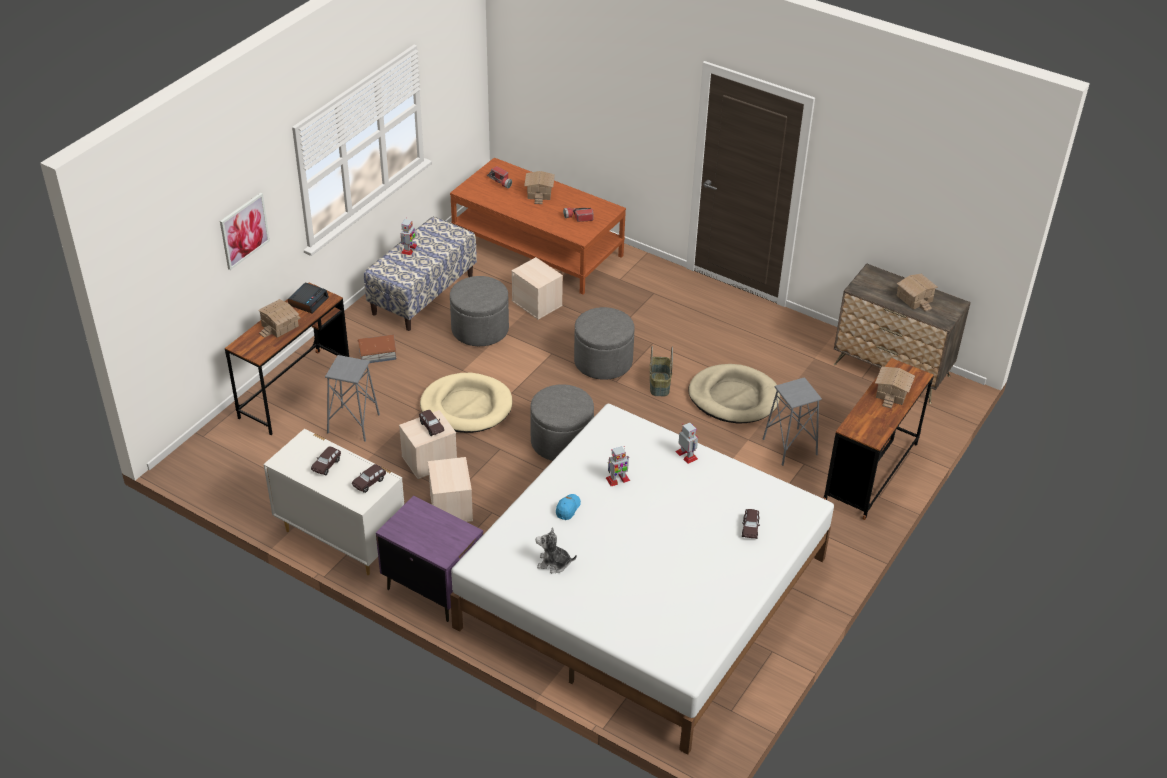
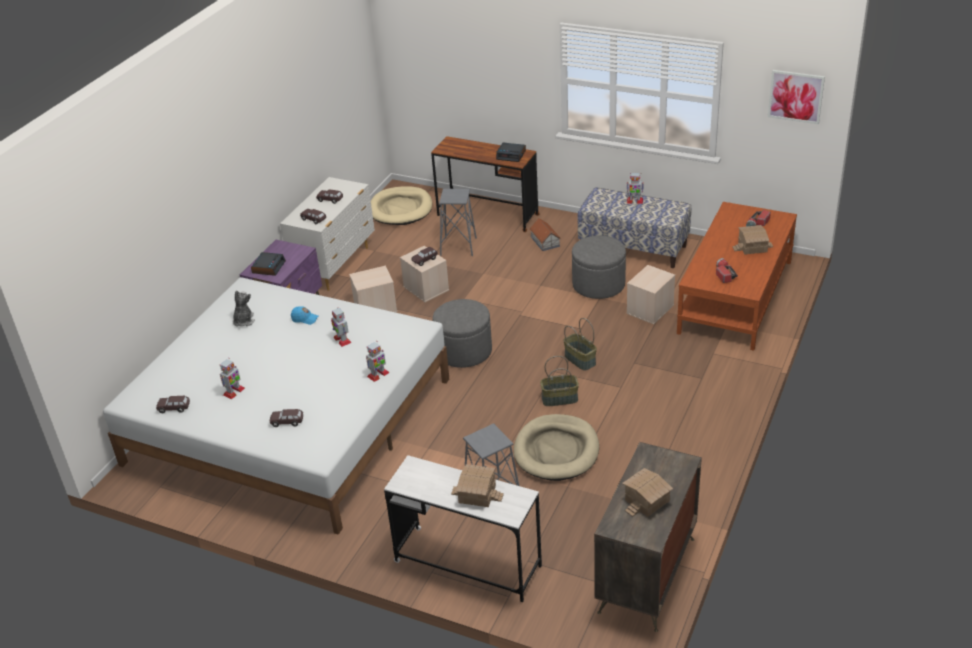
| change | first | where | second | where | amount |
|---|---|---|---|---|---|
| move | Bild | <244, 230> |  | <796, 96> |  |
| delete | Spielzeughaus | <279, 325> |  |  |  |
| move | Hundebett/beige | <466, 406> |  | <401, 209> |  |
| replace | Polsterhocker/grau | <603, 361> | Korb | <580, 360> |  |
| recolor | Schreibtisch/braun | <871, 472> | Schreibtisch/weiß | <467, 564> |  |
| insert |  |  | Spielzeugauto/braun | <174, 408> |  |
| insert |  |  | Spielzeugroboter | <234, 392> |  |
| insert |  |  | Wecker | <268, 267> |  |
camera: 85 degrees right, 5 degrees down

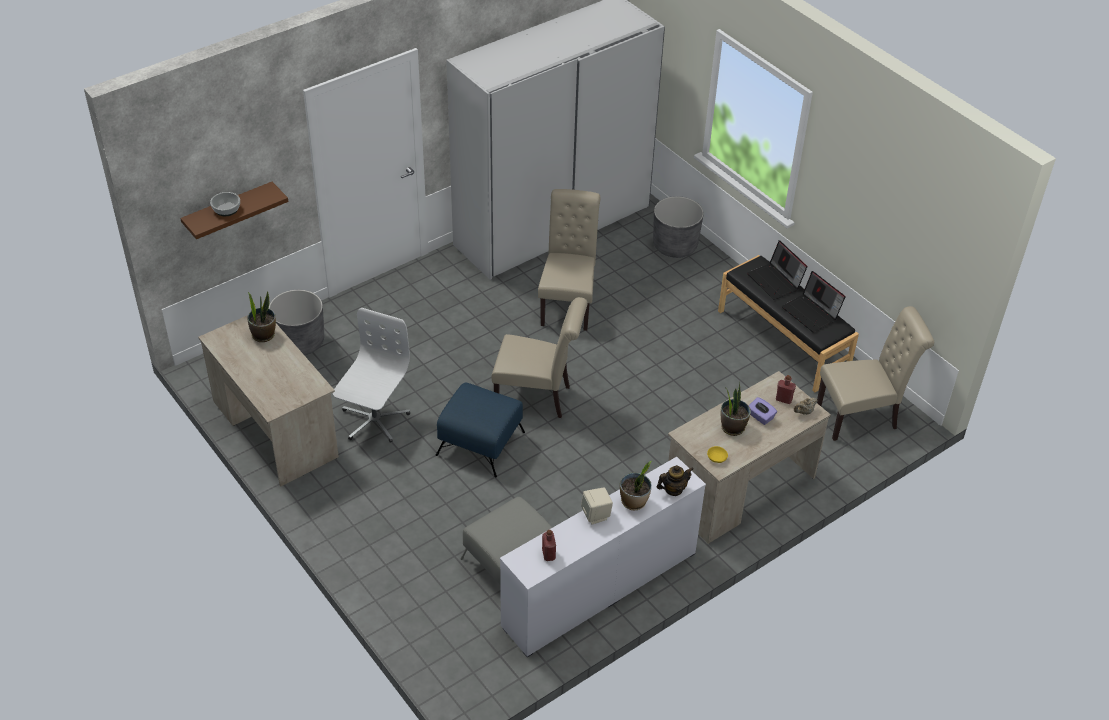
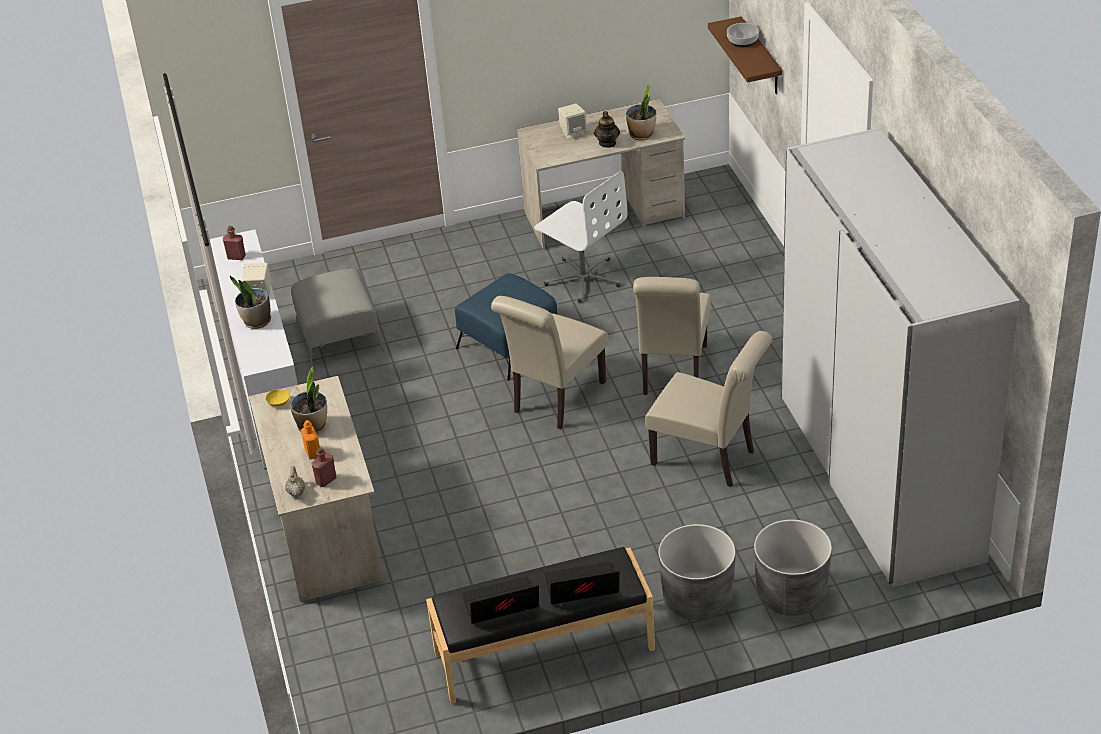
| change | first | where | second | where | amount |
|---|---|---|---|---|---|
| move | Pflanzkübel/grau | <300, 342> |  | <697, 599> |  |
| move | Teekanne | <673, 489> |  | <607, 143> |  |
| replace | Taschentuchbox/lila | <760, 417> | Flasche/orange | <313, 453> |  |
| move | Stuhl/beige | <861, 417> |  | <673, 373> |  |
| insert |  |  | Lautsprecher/beige | <573, 132> |  |
camera: 115 degrees right, 5 degrees down

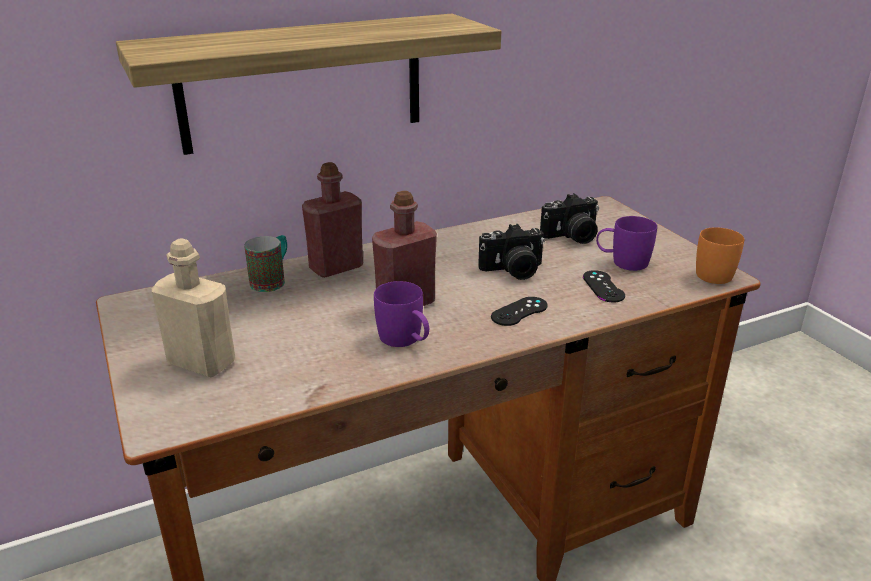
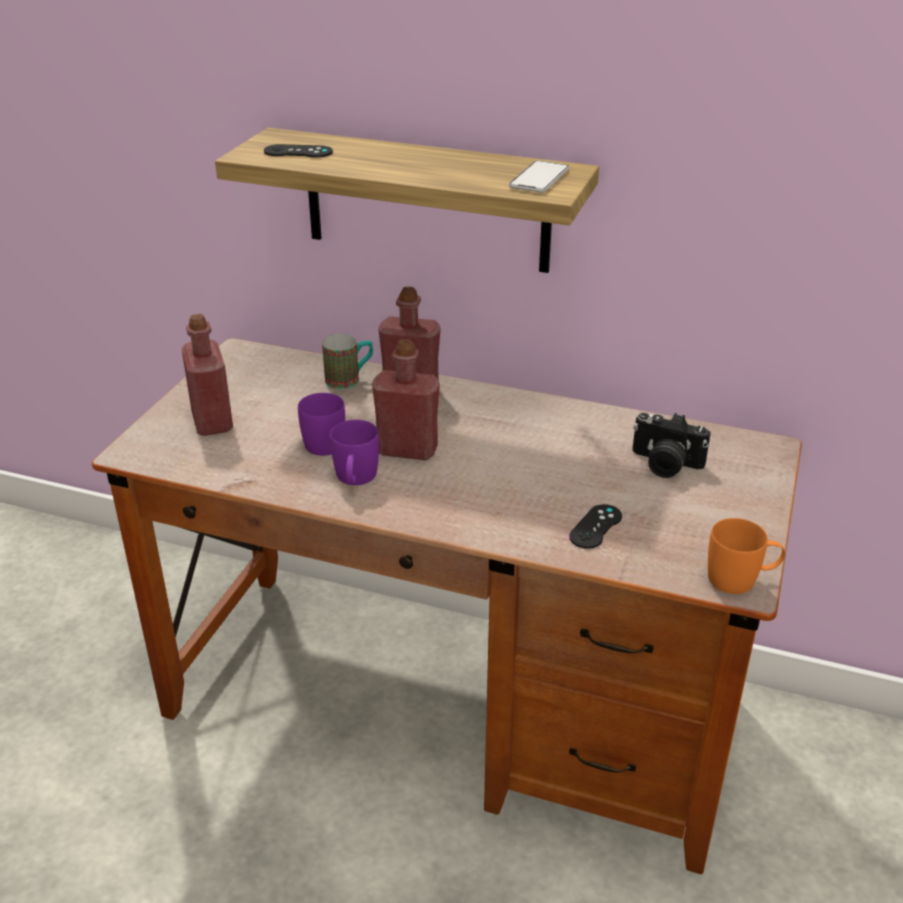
| change | first | where | second | where | amount |
|---|---|---|---|---|---|
| recolor | Flasche/beige | <202, 363> | Flasche/rot | <212, 421> |  |
| delete | Kamera | <513, 271> |  |  |  |
| move | Gamepad/schwarz | <519, 311> |  | <298, 152> |  |
| move | Henkelbecher/lila | <622, 262> |  | <320, 441> |  |
| insert |  |  | Handy | <539, 178> |  |
camera: 45 degrees right, 5 degrees up

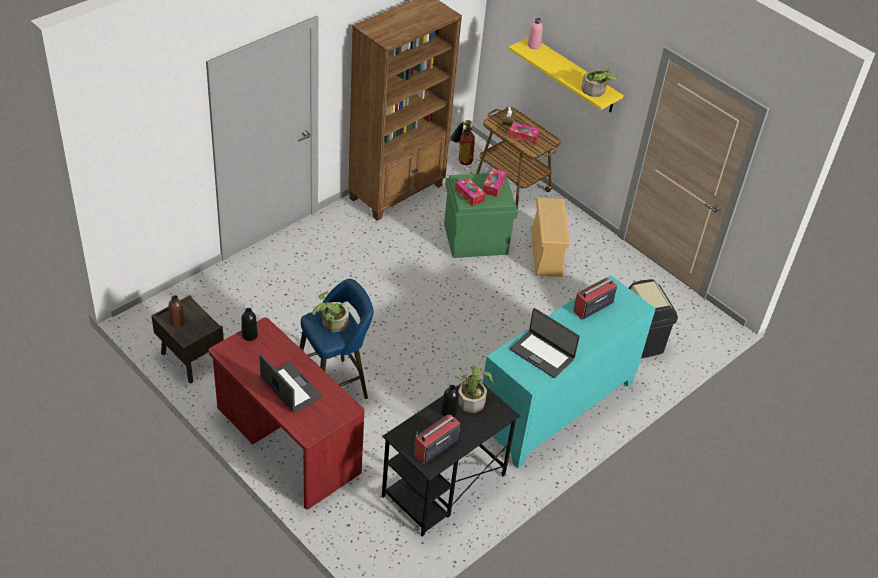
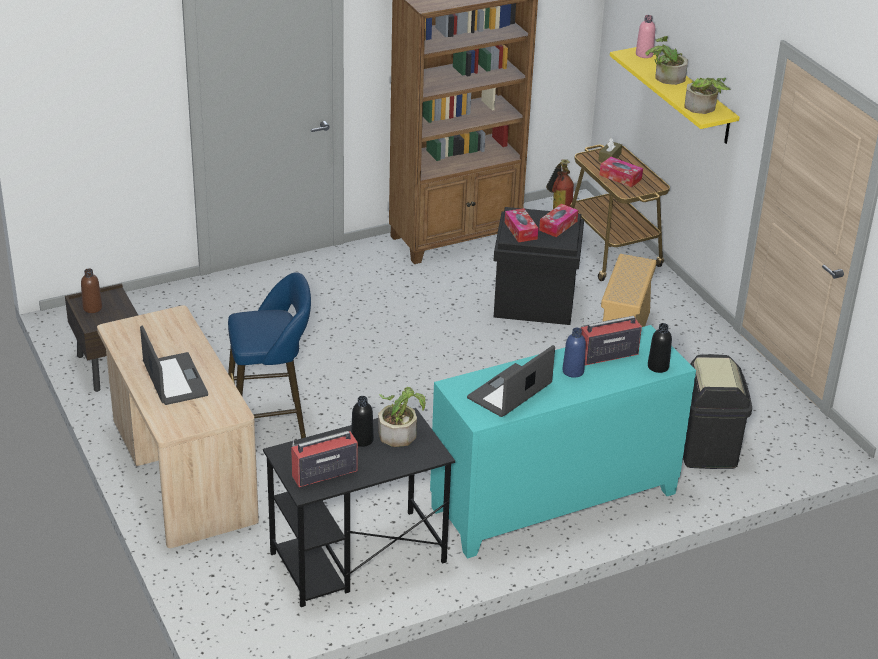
| change | first | where | second | where | amount |
|---|---|---|---|---|---|
| recolor | Schreibtisch/rot | <286, 442> | Schreibtisch/beige | <180, 473> |  |
| move | Flasche/schwarz | <249, 335> |  | <658, 366> |  |
| move | Topfpflanze | <331, 323> |  | <665, 77> |  |
| recolor | Aufbewahrungsbox/grün | <475, 239> | Aufbewahrungsbox/schwarz | <533, 302> |  |
| rotate | Laptop | <542, 354> |  | <510, 392> | 75 degrees clockwise |
| insert |  |  | Flasche/blau | <573, 371> |  |
camera: 20 degrees right, 10 degrees down

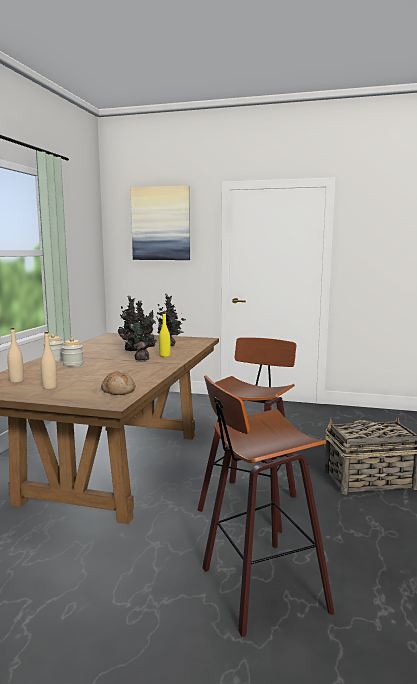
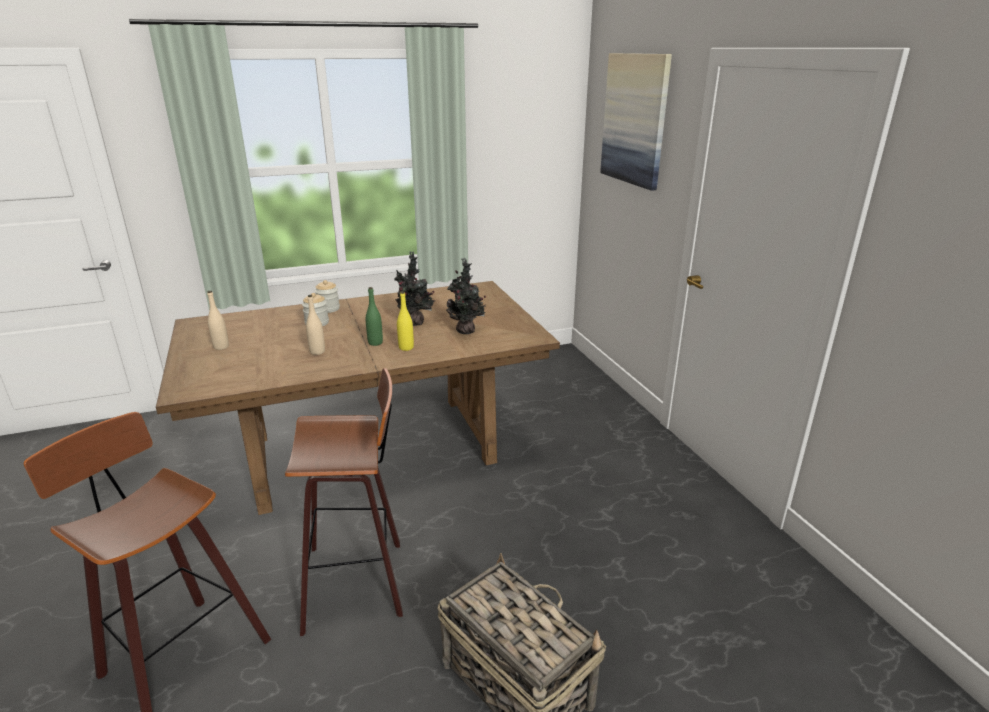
| change | first | where | second | where | amount |
|---|---|---|---|---|---|
| move | Flasche/beige | <16, 381> |  | <317, 352> |  |
| delete | Brot | <118, 391> |  |  |  |
| replace | Topfpflanze | <142, 359> | Flasche/grün | <375, 343> |  |
camera: 55 degrees right, 15 degrees up

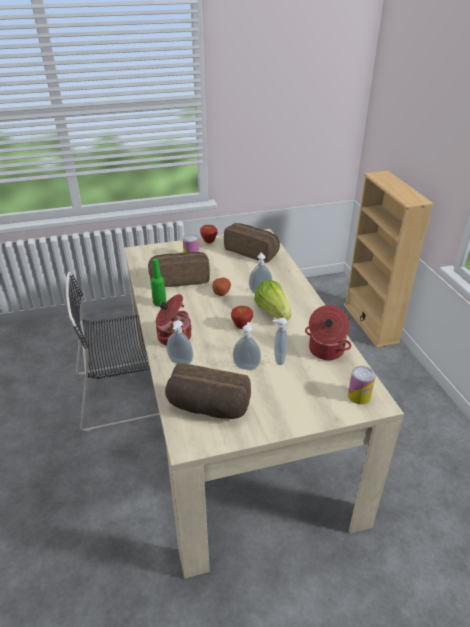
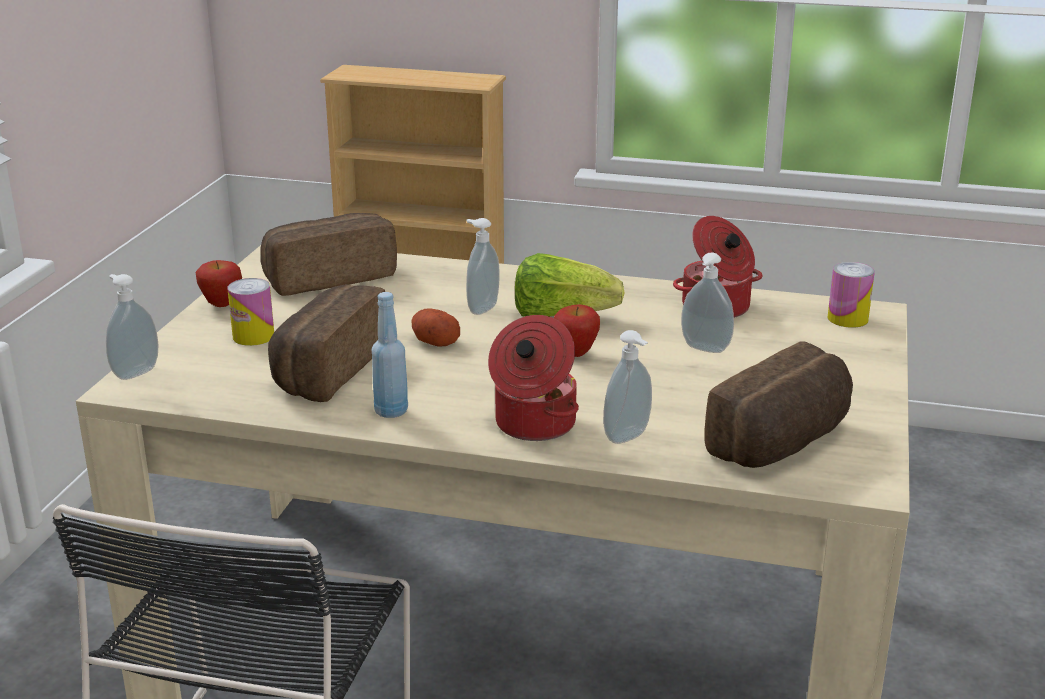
| change | first | where | second | where | amount |
|---|---|---|---|---|---|
| recolor | Flasche/grün | <159, 303> | Flasche/blau | <391, 411> |  |
| move | Seifenspender | <246, 366> |  | <134, 372> |  |
camera: 60 degrees left, 10 degrees down

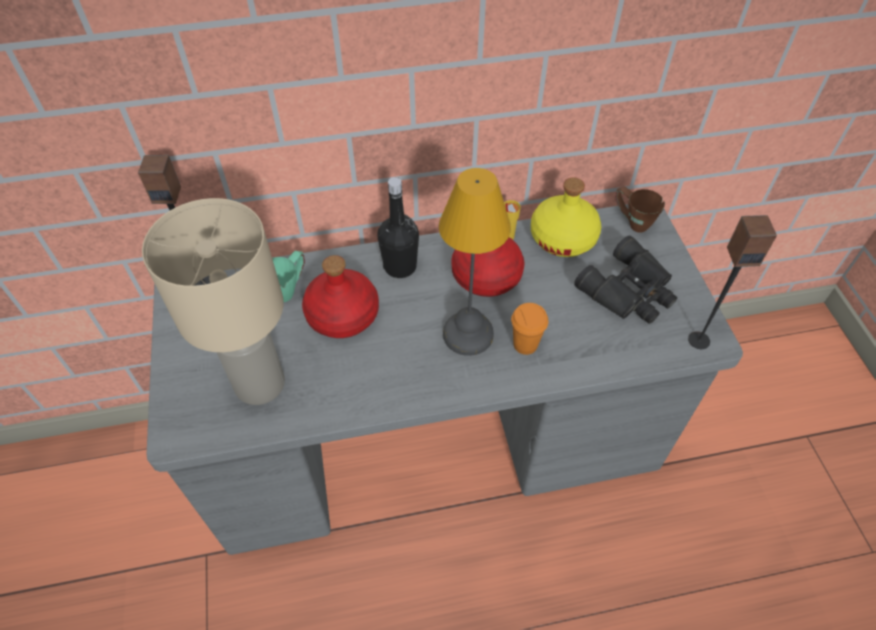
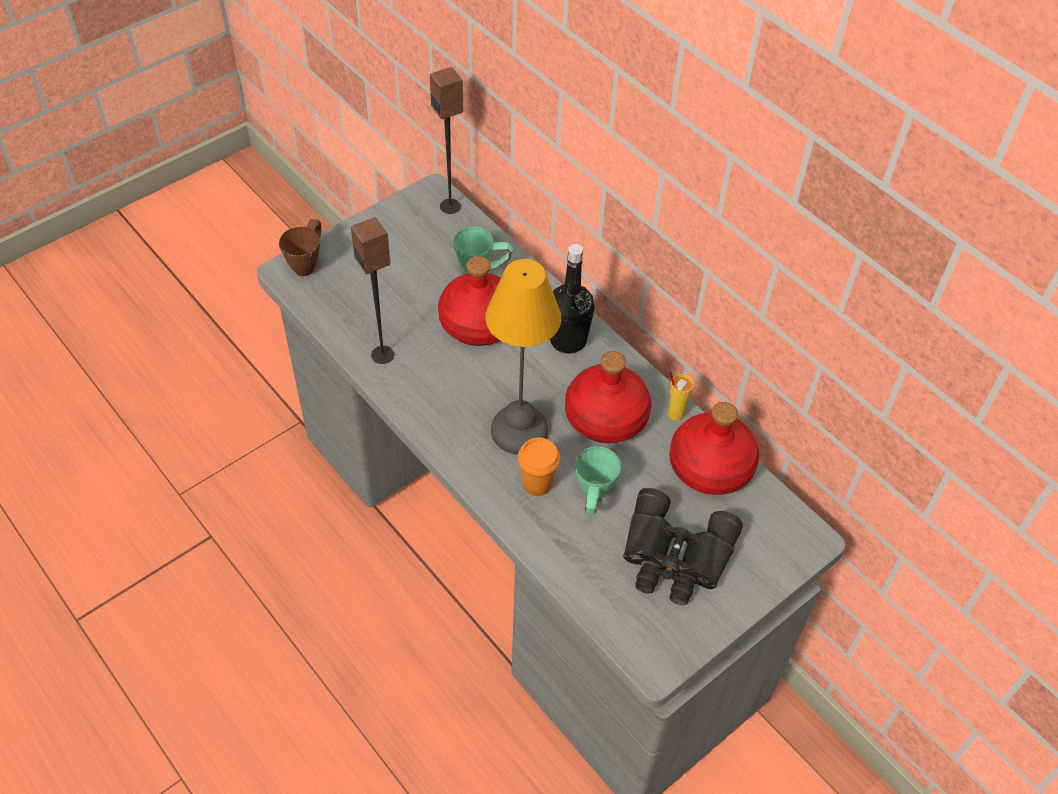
| change | first | where | second | where | amount |
|---|---|---|---|---|---|
| delete | Tischlampe/beige | <261, 383> |  |  |  |
| recolor | Flasche/gelb | <563, 237> | Flasche/rot | <711, 466> |  |
| move | Henkelbecher/braun | <631, 222> |  | <308, 262> |  |
| move | Lautsprecher | <698, 340> |  | <383, 354> |  |
| insert |  |  | Henkelbecher/grün | <593, 499> |  |
camera: 60 degrees right, 0 degrees up

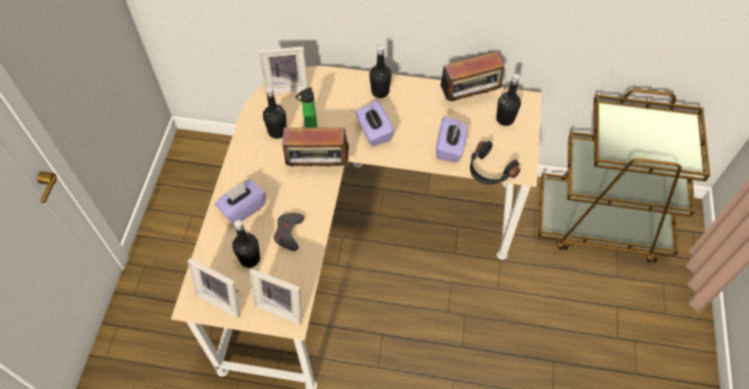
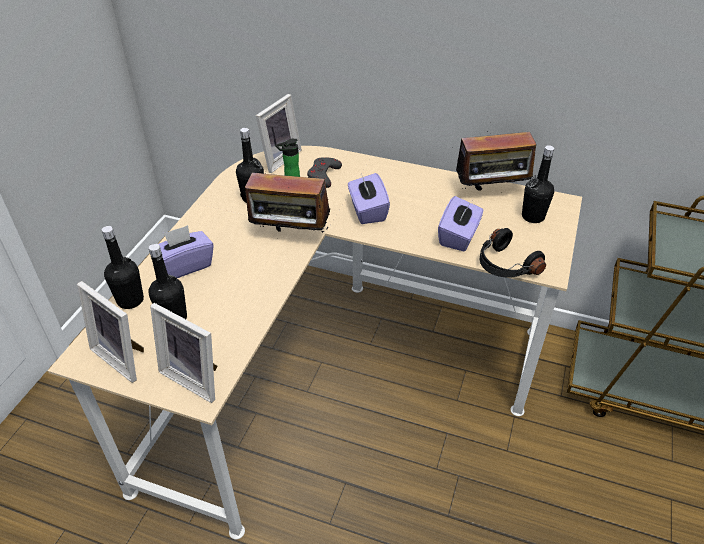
| change | first | where | second | where | amount |
|---|---|---|---|---|---|
| rotate | Bilderrahmen | <287, 85> |  | <278, 158> | 60 degrees counterclockwise |
| move | Gamepad/grau | <289, 233> |  | <323, 175> |  |
| move | Flasche/schwarz | <380, 91> |  | <130, 300> |  |
camera: 10 degrees right, 15 degrees down

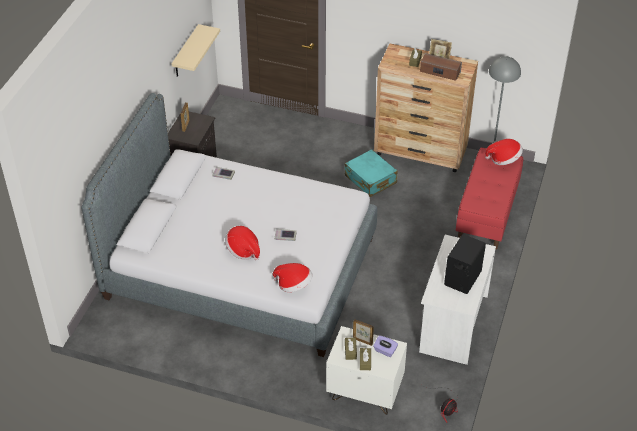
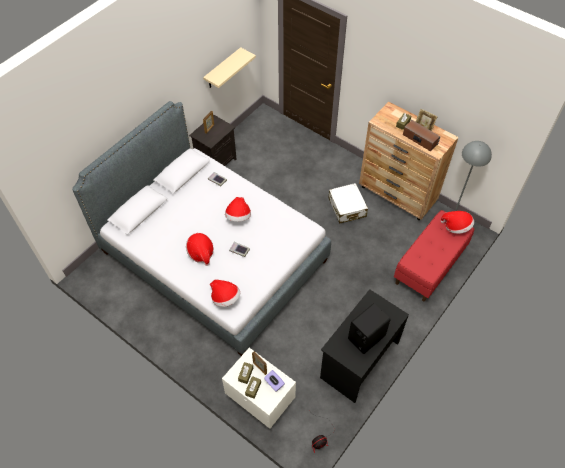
| change | first | where | second | where | amount |
|---|---|---|---|---|---|
| recolor | Koffer/türkis | <370, 179> | Koffer/weiß | <347, 207> |  |
| recolor | Schreibtisch/weiß | <452, 323> | Schreibtisch/schwarz | <358, 360> |  |
| insert |  |  | Hut | <238, 217> |  |
camera: 20 degrees right, 10 degrees up

